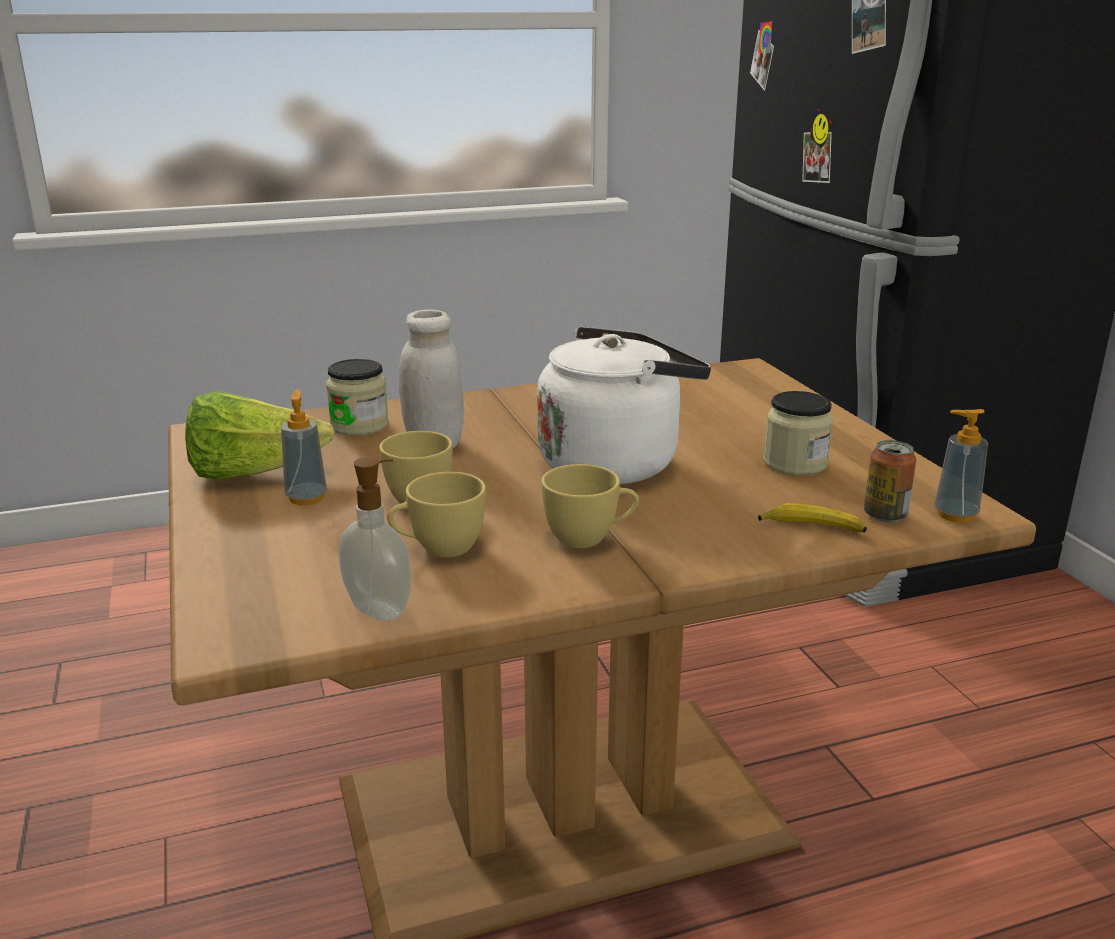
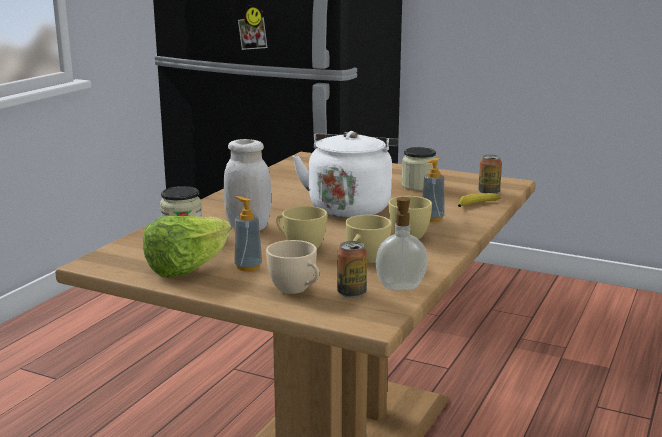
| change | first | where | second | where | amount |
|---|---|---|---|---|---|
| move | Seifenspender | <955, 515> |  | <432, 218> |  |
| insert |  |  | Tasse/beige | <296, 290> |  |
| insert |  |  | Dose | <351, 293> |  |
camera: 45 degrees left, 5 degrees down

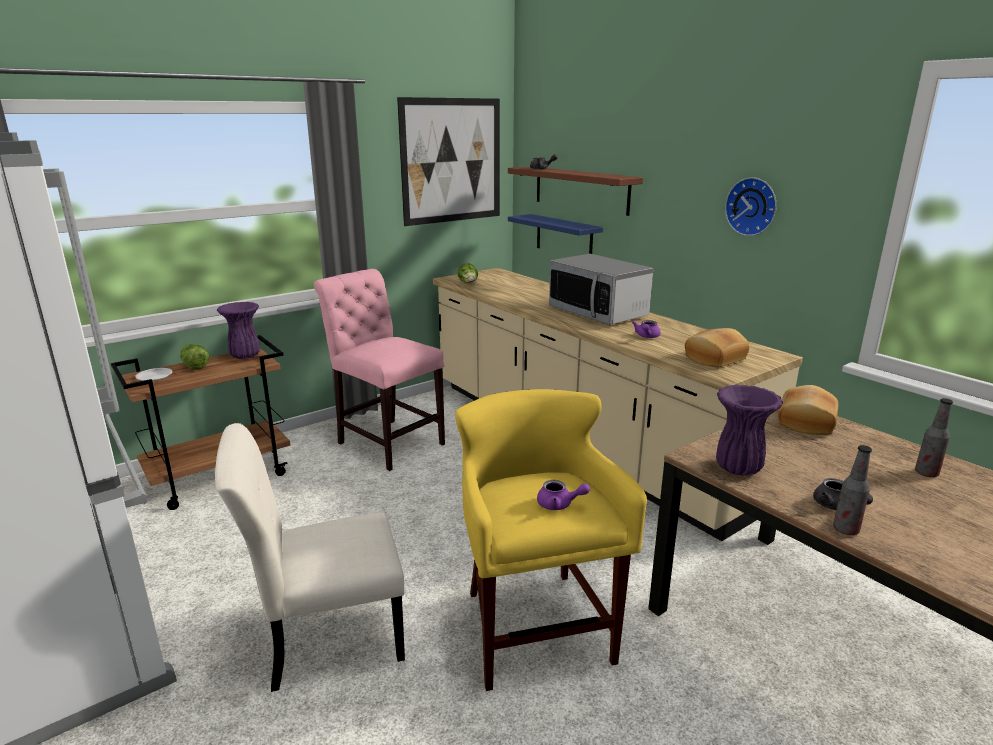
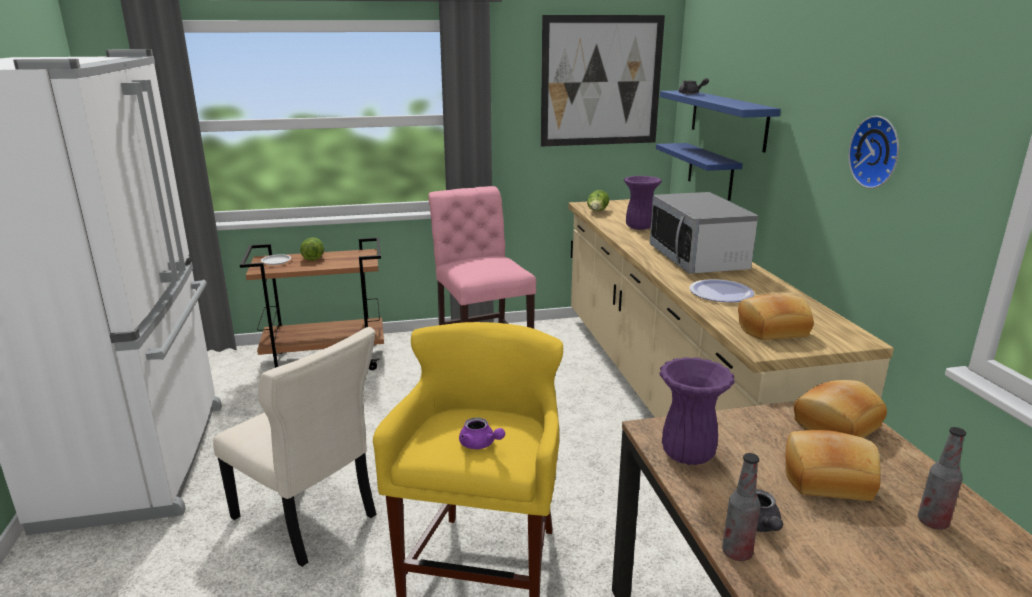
| change | first | where | second | where | amount |
|---|---|---|---|---|---|
| rotate | Stuhl/beige | <327, 639> |  | <307, 519> | 150 degrees counterclockwise |
| move | Vase/lila | <245, 356> |  | <639, 227> |  |
| recolor | Wandregal/braun | <580, 189> | Wandregal/blau | <727, 119> |  |
| replace | Teekanne/lila | <646, 336> | Teller | <721, 293> |  |
| insert |  |  | Brot | <827, 478> |  |
camera: 25 degrees right, 0 degrees up

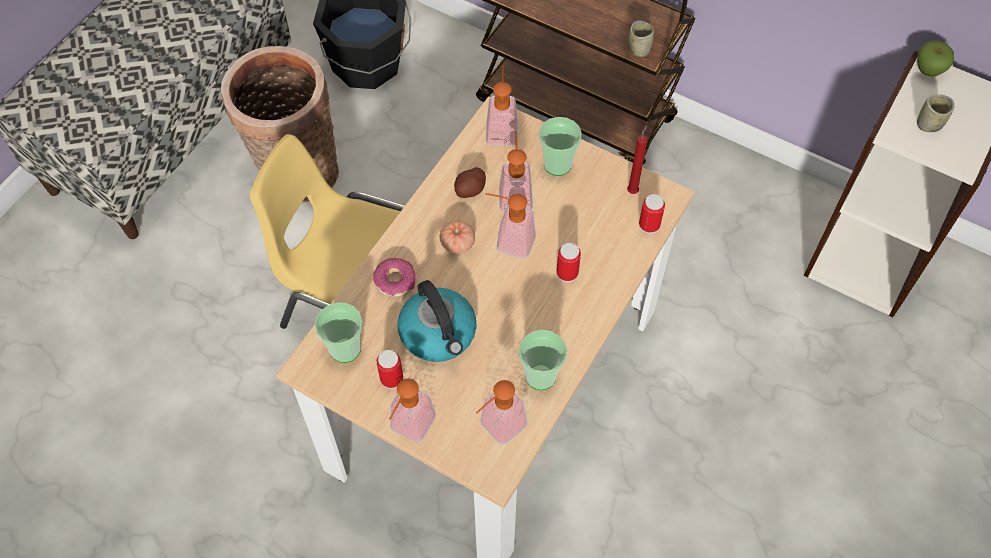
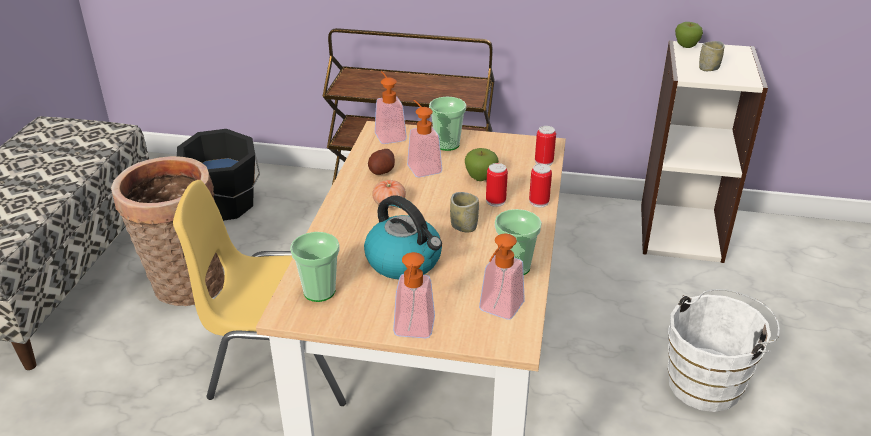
| change | first | where | second | where | amount |
|---|---|---|---|---|---|
| delete | Donut | <395, 281> |  |  |  |
| move | Dose | <391, 379> |  | <539, 202> |  |
| delete | Seifenspender | <509, 241> |  |  |  |
| delete | Kerze/rot | <633, 190> |  |  |  |
| move | Tasse | <639, 49> |  | <464, 226> |  |
| insert |  |  | Apfel | <481, 178> |  |
| insert |  |  | Eimer/weiß | <709, 383> |  |
camera: 20 degrees left, 25 degrees down

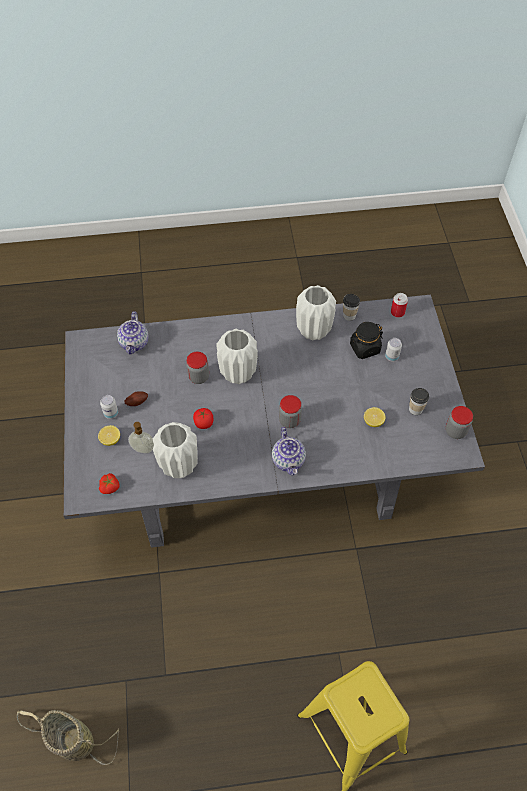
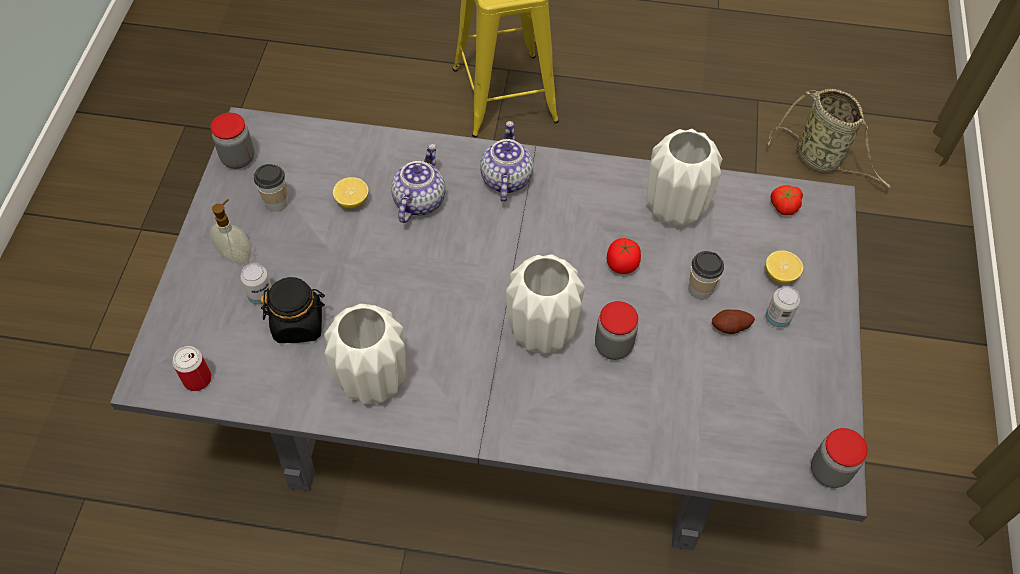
| change | first | where | second | where | amount |
|---|---|---|---|---|---|
| move | Teekanne | <134, 343> |  | <418, 200> |  |
| move | Seifenspender | <143, 449> |  | <236, 255> |  |
| move | Vorratsglas | <289, 420> |  | <829, 471> |  |
| move | Tasse | <349, 315> |  | <700, 289> |  |
camera: 165 degrees left, 0 degrees up

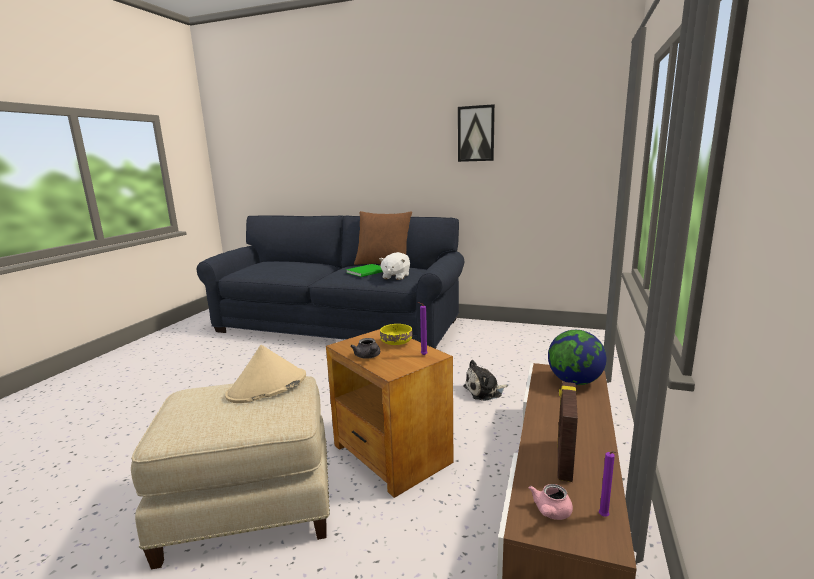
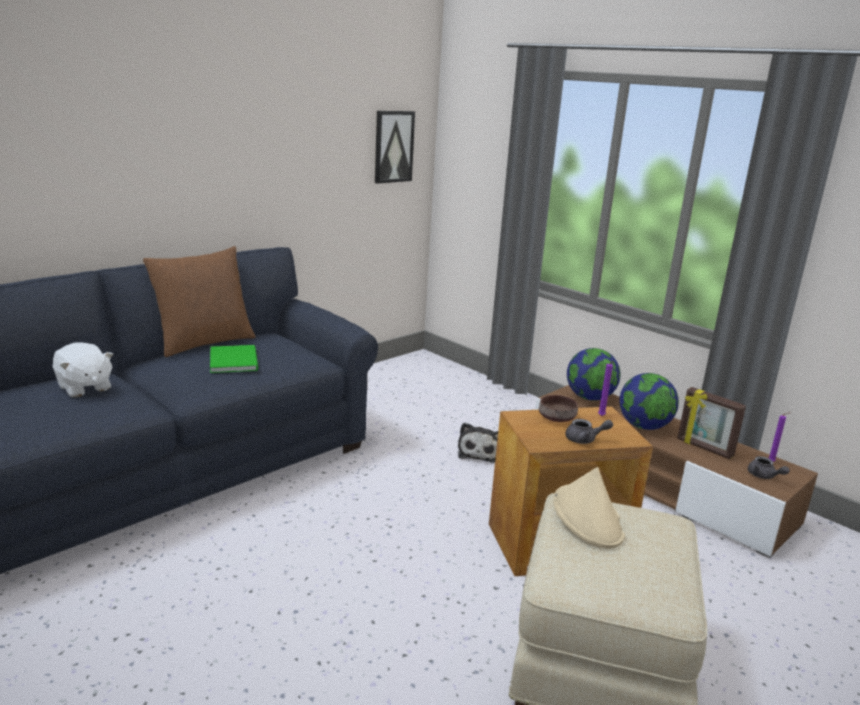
| change | first | where | second | where | amount |
|---|---|---|---|---|---|
| move | Plüschtier/weiß | <395, 277> |  | <84, 388> |  |
| recolor | Schüssel/gelb | <396, 342> | Schüssel/braun | <556, 418> |  |
| move | Bild | <476, 133> |  | <393, 146> |  |
| recolor | Teekanne/rosa | <550, 512> | Teekanne/grau | <764, 476> |  |
| insert |  |  | Globus | <643, 426> |  |
camera: 65 degrees left, 5 degrees up

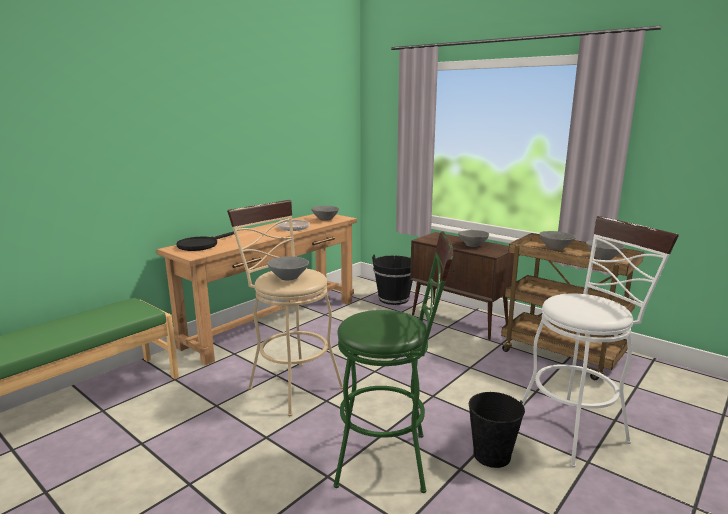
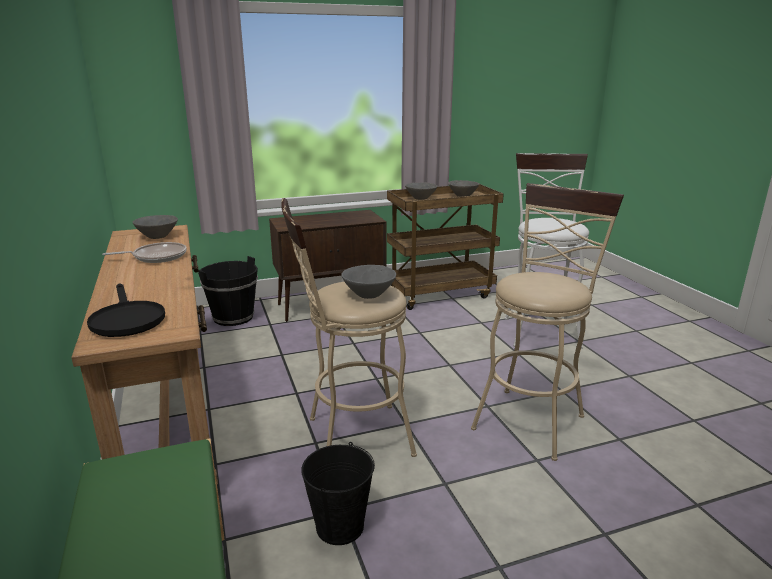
| change | first | where | second | where | amount |
|---|---|---|---|---|---|
| recolor | Hocker/grün | <391, 459> | Hocker/beige | <531, 417> |  |
| delete | Schüssel/grau | <472, 245> |  |  |  |
| move | Eimer/schwarz | <491, 455> |  | <339, 526> |  |
camera: 60 degrees left, 5 degrees up

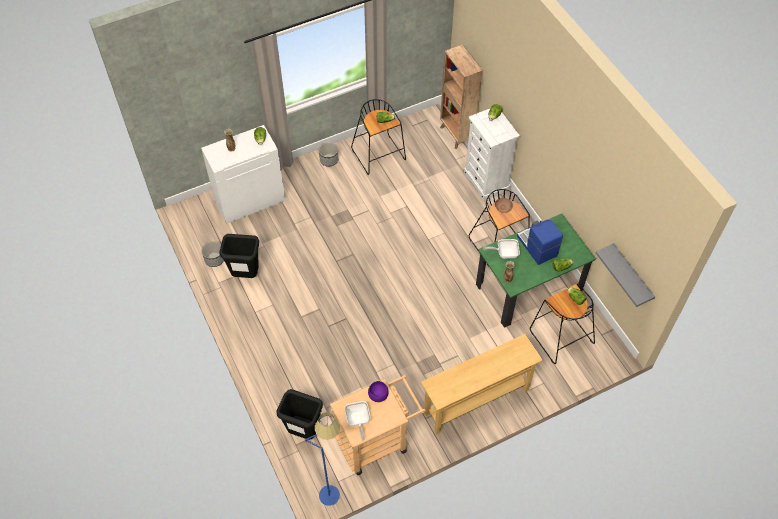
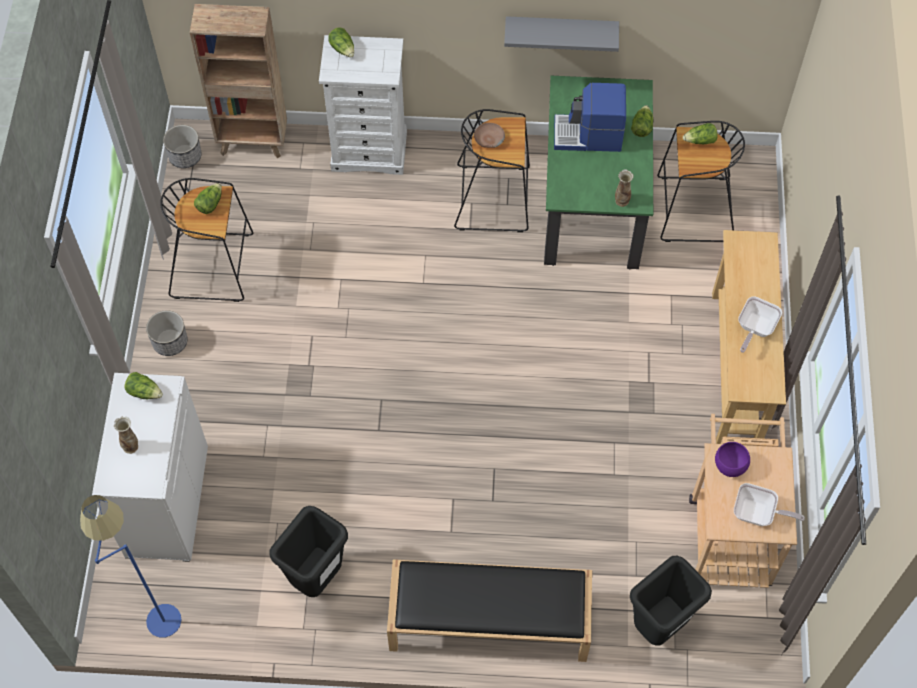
| change | first | where | second | where | amount |
|---|---|---|---|---|---|
| move | Pflanzkübel | <214, 259> |  | <185, 156> |  |
| move | Stehlampe/blau | <331, 486> |  | <152, 610> |  |
| move | Pfanne | <504, 253> |  | <754, 328> |  |
| move | Wandregal/grau | <631, 275> |  | <561, 30> |  |
| insert |  |  | Bank/schwarz | <488, 621> |  |
camera: 60 degrees left, 5 degrees up

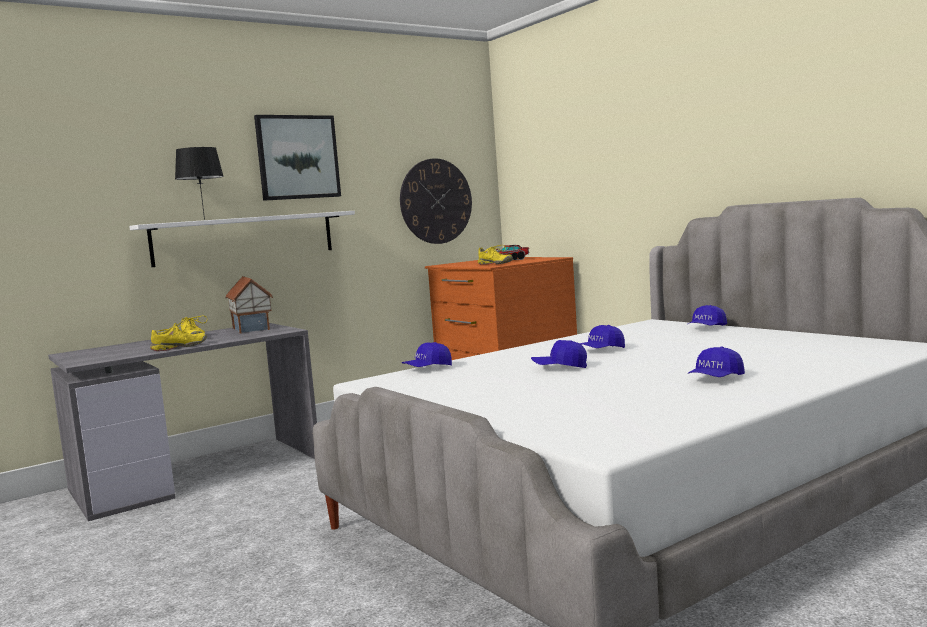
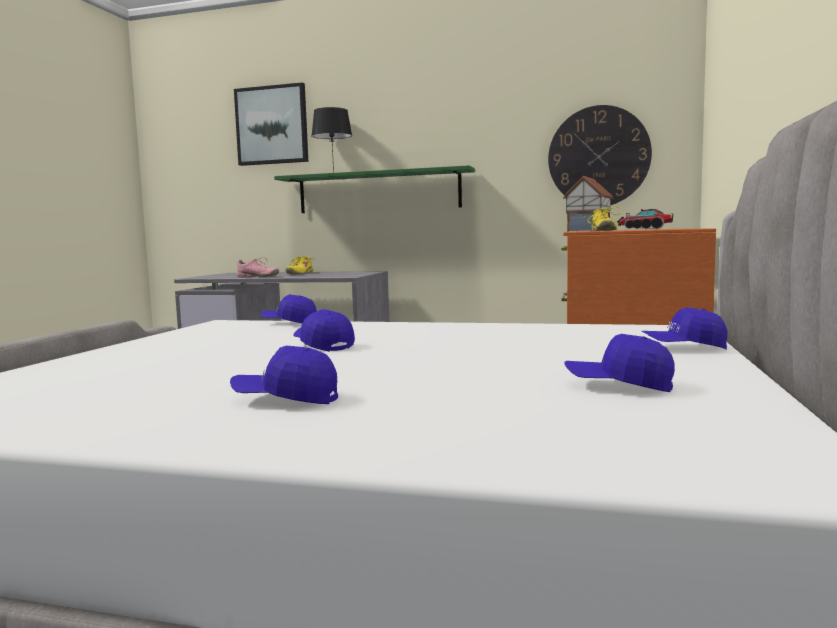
| change | first | where | second | where | amount |
|---|---|---|---|---|---|
| recolor | Wandregal/weiß | <245, 238> | Wandregal/grün | <378, 192> |  |
| recolor | Schuh/gelb | <179, 347> | Schuh/rosa | <257, 277> |  |
| move | Spielzeughaus | <253, 328> |  | <589, 230> |  |
| move | Bild | <297, 157> |  | <272, 125> |  |
| move | Kappe/blau | <601, 350> |  | <619, 386> |  |
camera: 50 degrees right, 0 degrees up

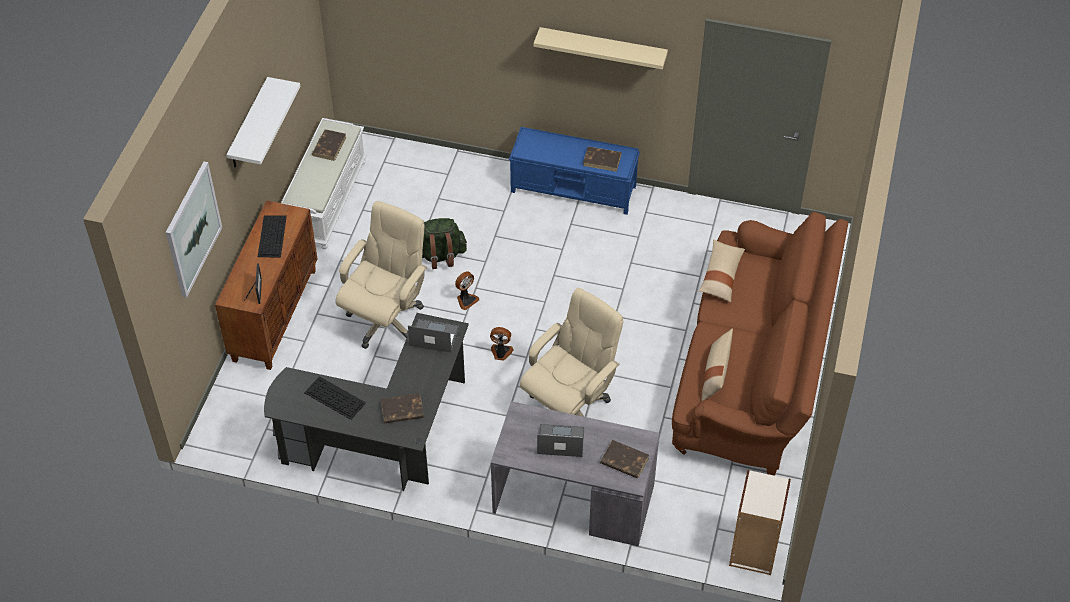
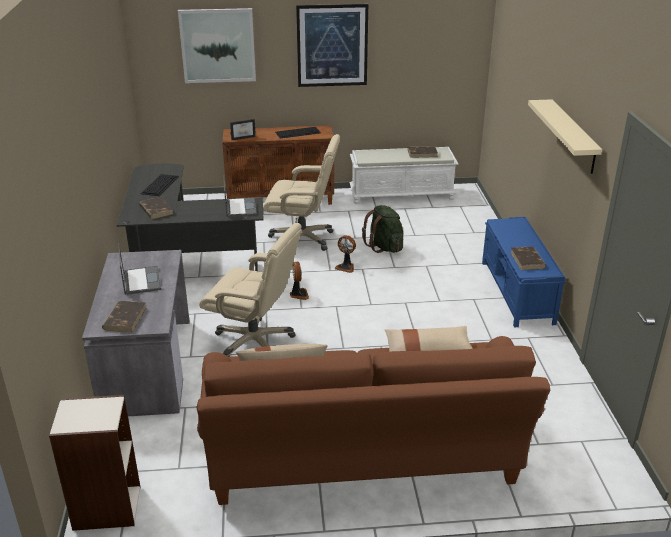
| change | first | where | second | where | amount |
|---|---|---|---|---|---|
| replace | Wandregal/weiß | <249, 125> | Bild | <332, 45> |  |
camera: 70 degrees right, 20 degrees down

